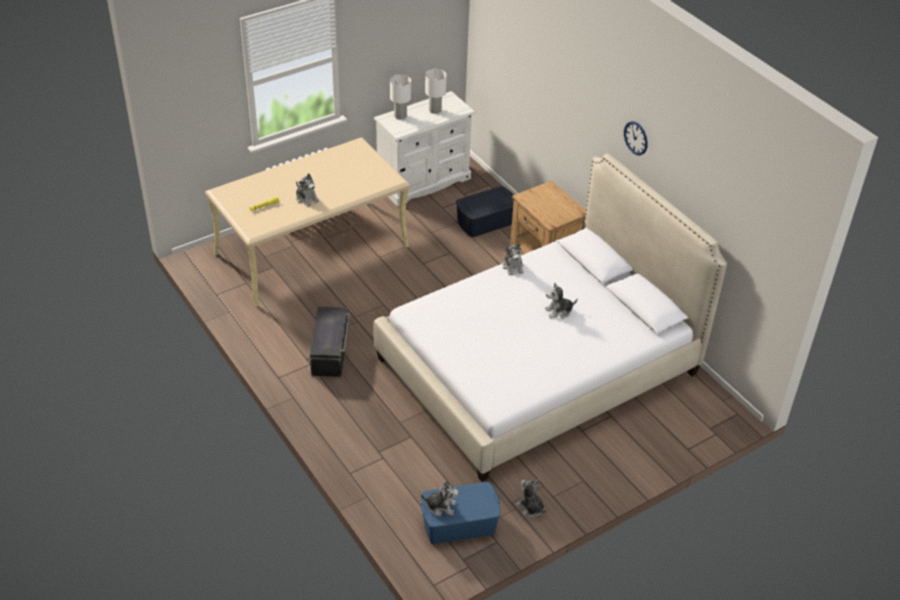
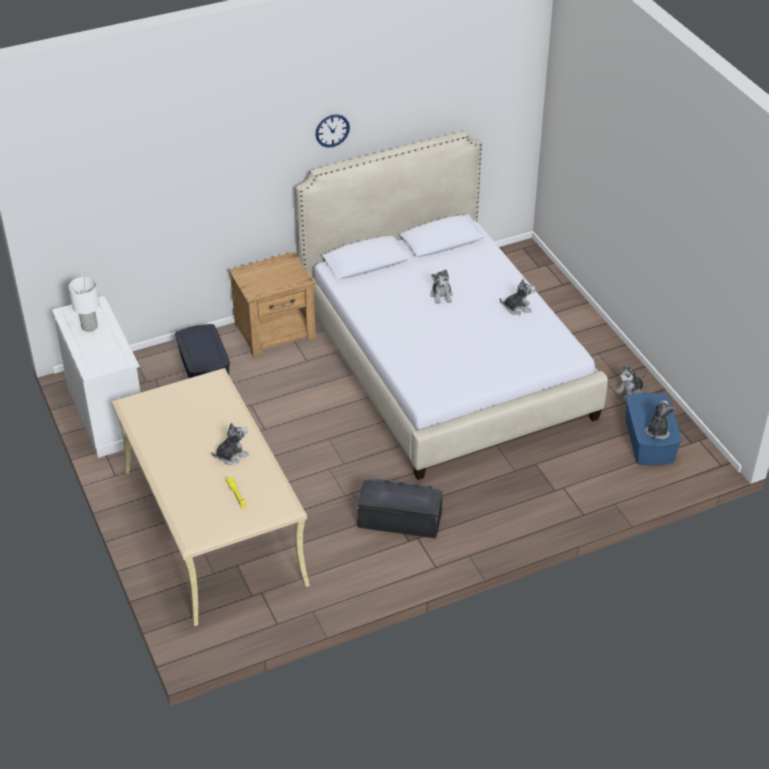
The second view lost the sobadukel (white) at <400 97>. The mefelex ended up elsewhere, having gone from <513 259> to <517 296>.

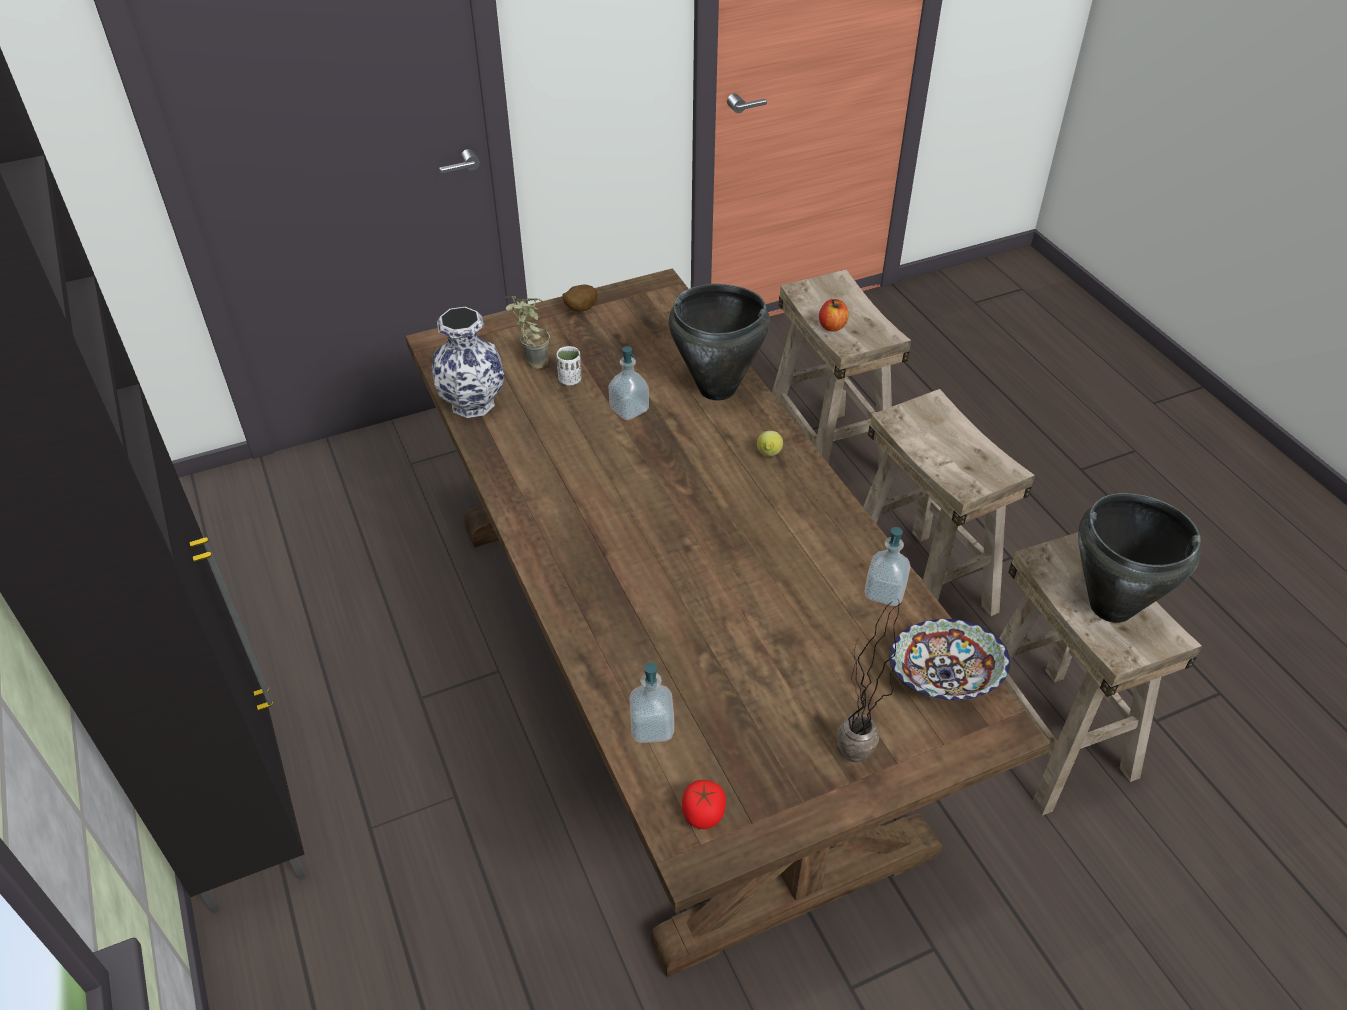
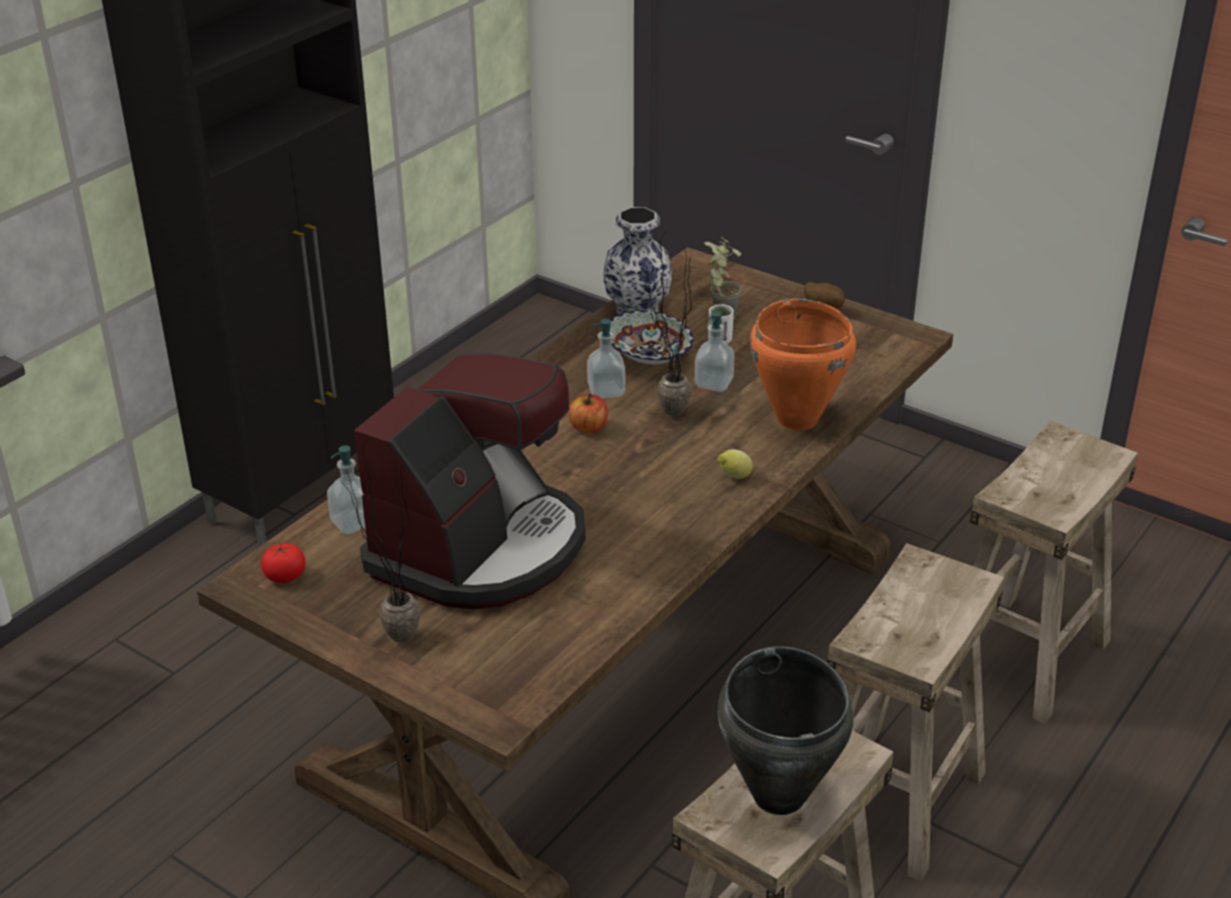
What was the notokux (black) at <719 342> turned into the notokux (orange) at <803 364>. The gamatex ended up elsewhere, having gone from <834 315> to <588 413>. The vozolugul ended up elsewhere, having gone from <888 566> to <606 359>. The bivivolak ended up elsewhere, having gone from <949 659> to <652 337>. The second view gained the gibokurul at <469 481>. The second view gained the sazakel at <666 323>.

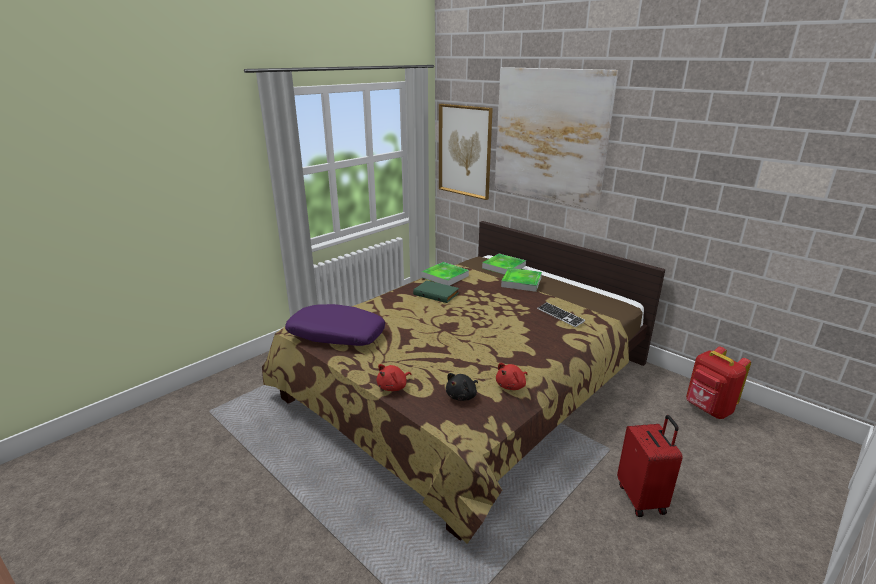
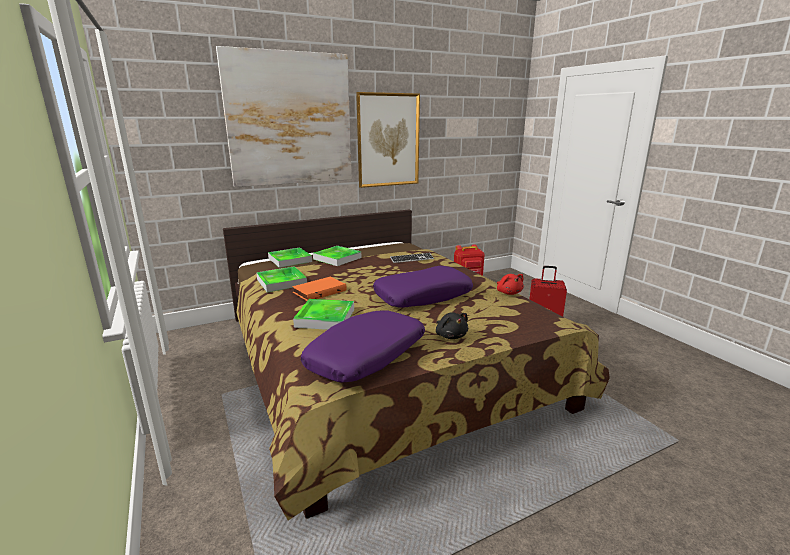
The second view lost the mefelex (red) at <394 377>. What was the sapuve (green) at <436 291> turned into the sapuve (orange) at <319 289>. The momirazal ended up elsewhere, having gone from <466 152> to <388 140>. The mefelex (black) ended up elsewhere, having gone from <462 387> to <452 325>. The second view gained the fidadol at <323 314>. The second view gained the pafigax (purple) at <423 287>.

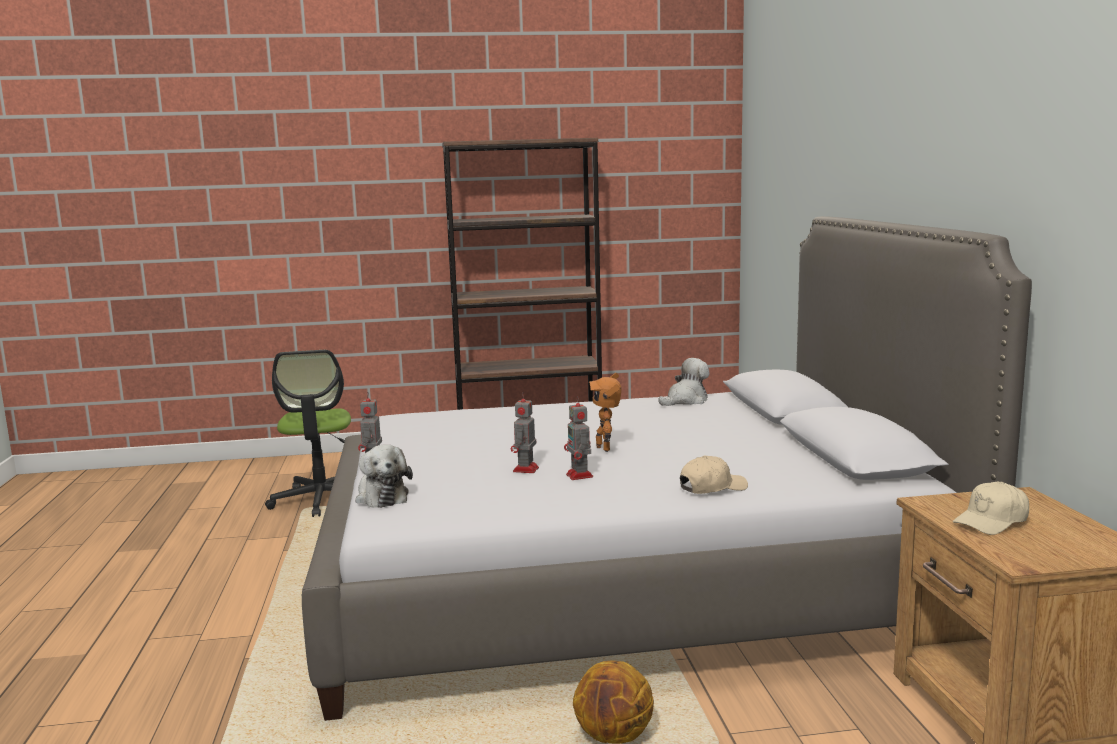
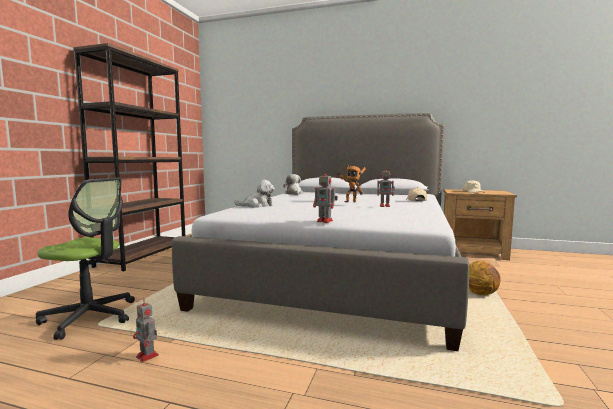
The mefelex ended up elsewhere, having gone from <384 476> to <254 193>. The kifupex ended up elsewhere, having gone from <525 432> to <146 330>.

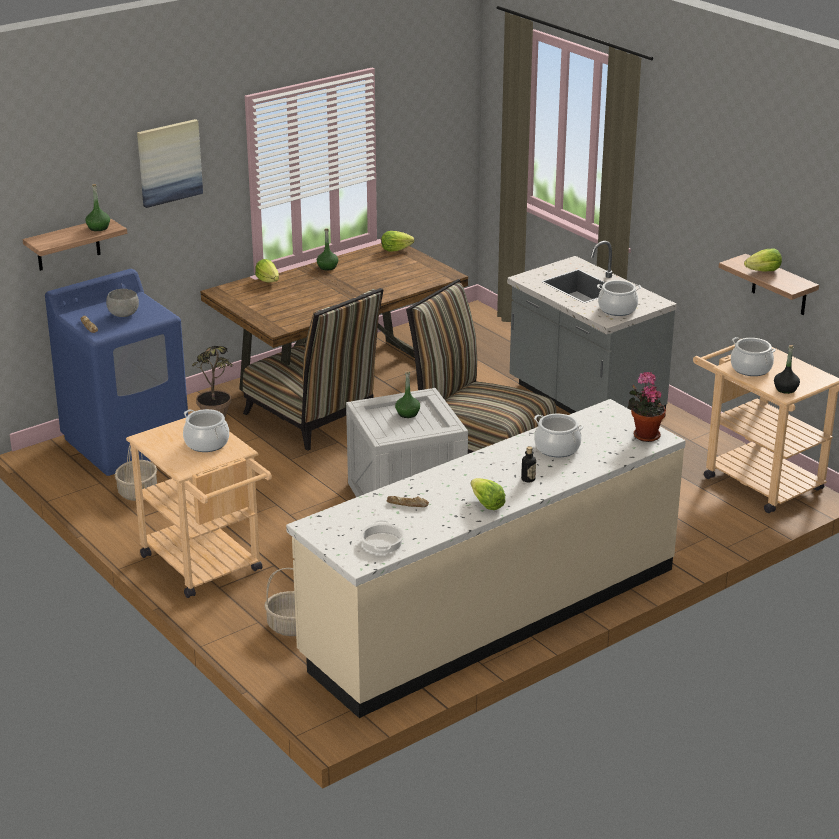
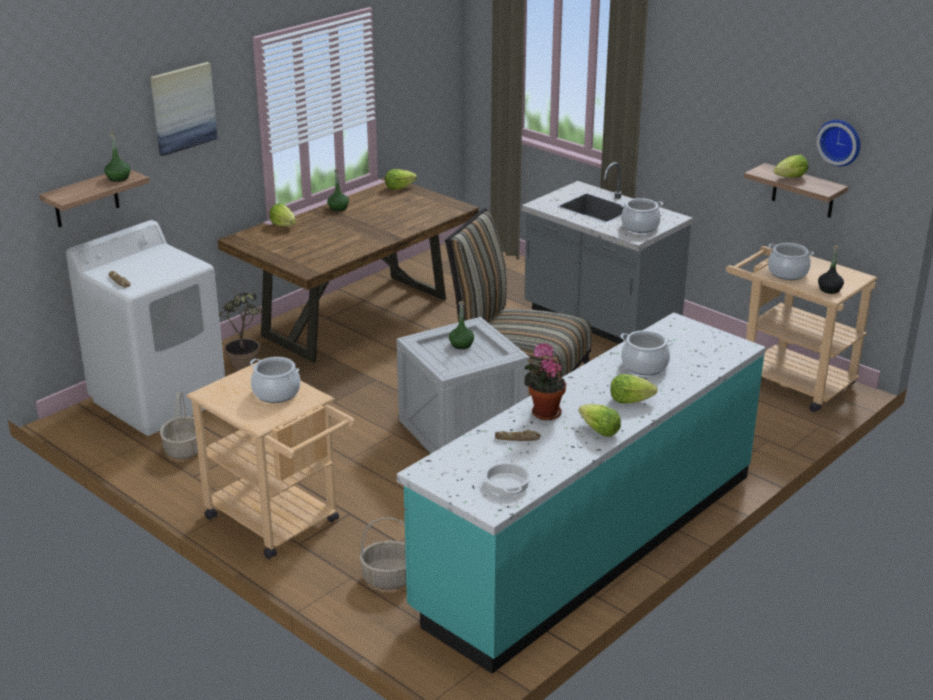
What was the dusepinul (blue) at <116 372> turned into the dusepinul (white) at <145 328>. The second view lost the bivivolak (grey) at <122 303>. The second view lost the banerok at <313 369>. What was the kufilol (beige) at <486 558> turned into the kufilol (turquoise) at <581 493>. Where the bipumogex stood at <528 464>, the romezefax came to stand at <634 389>. The sazakel ended up elsewhere, having gone from <647 407> to <545 381>. The second view gained the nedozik at <838 143>.

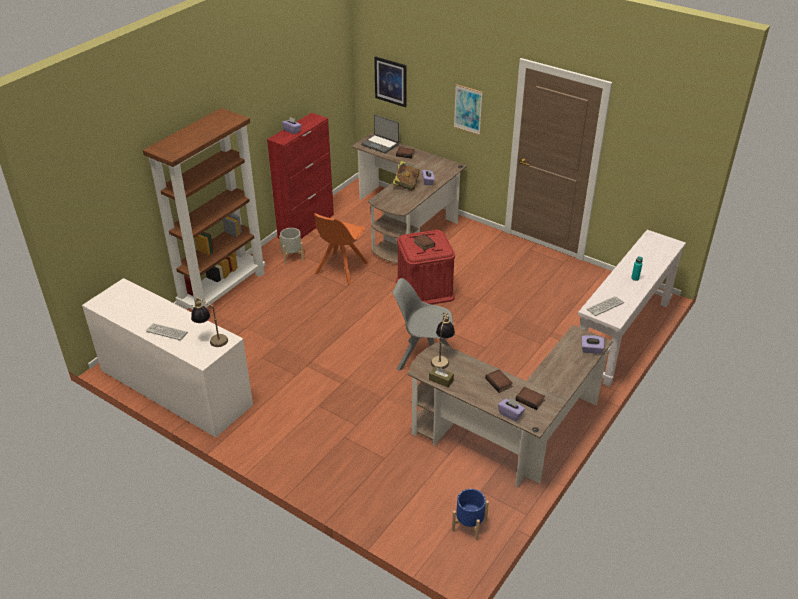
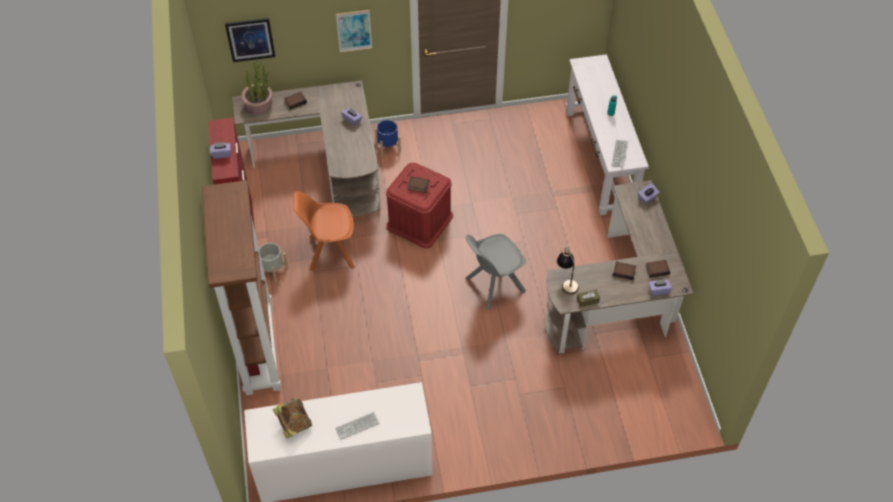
The second view lost the sobadukel at <209 322>. The banerok (orange) at <341 248> ended up facing another way, 105 degrees clockwise from before. Where the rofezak stood at <380 134>, the sazakel came to stand at <257 87>. The sapuve ended up elsewhere, having gone from <406 176> to <292 418>. The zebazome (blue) ended up elsewhere, having gone from <470 514> to <388 138>.

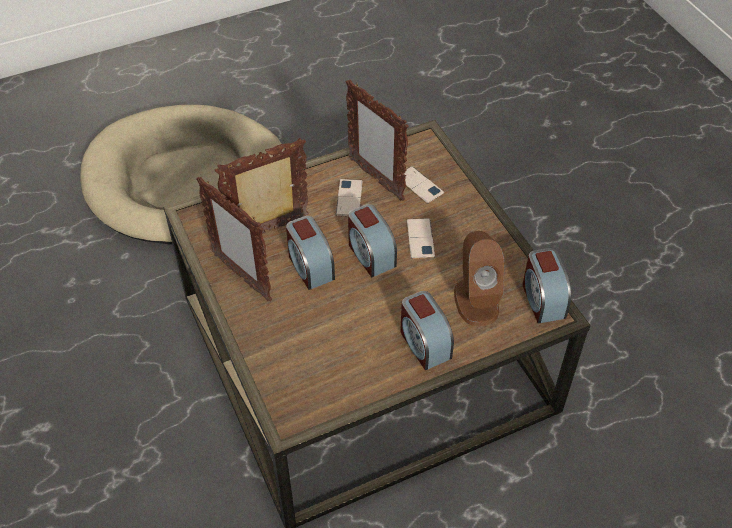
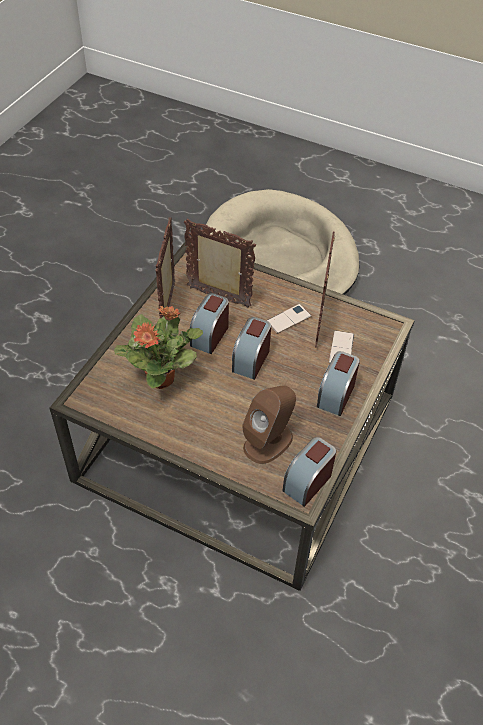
The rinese ended up elsewhere, having gone from <427 330> to <338 383>. The second view lost the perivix at <421 238>. The second view gained the sazakel at <158 347>.

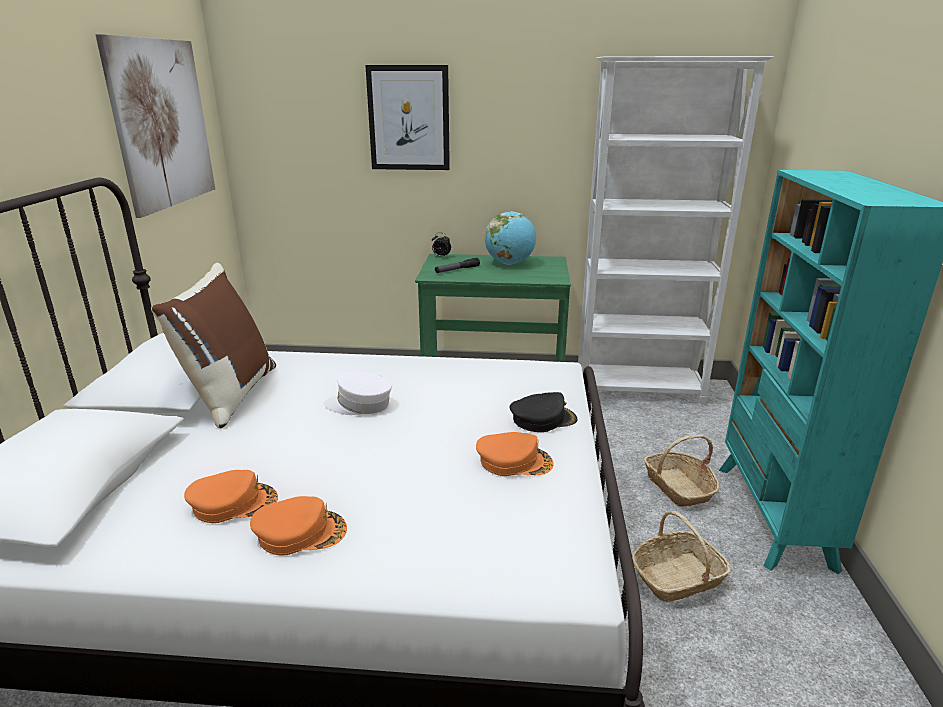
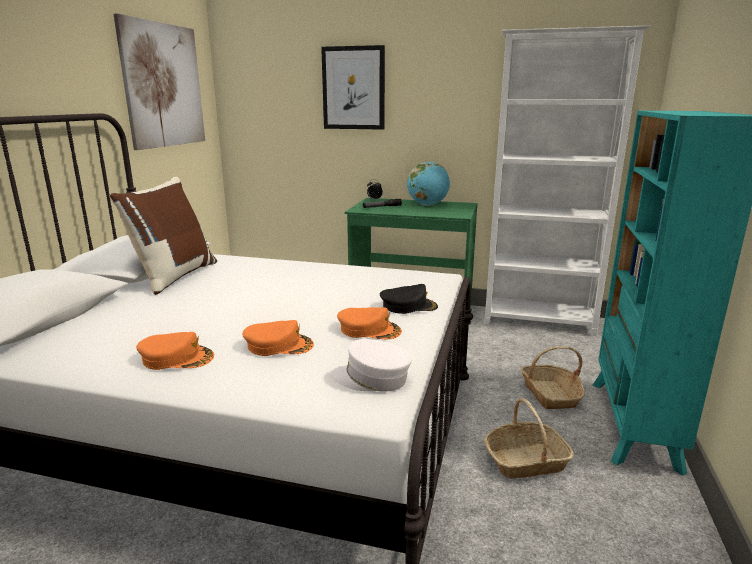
The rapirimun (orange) ended up elsewhere, having gone from <231 496> to <278 338>. The rapirimun (white) ended up elsewhere, having gone from <358 393> to <371 365>.

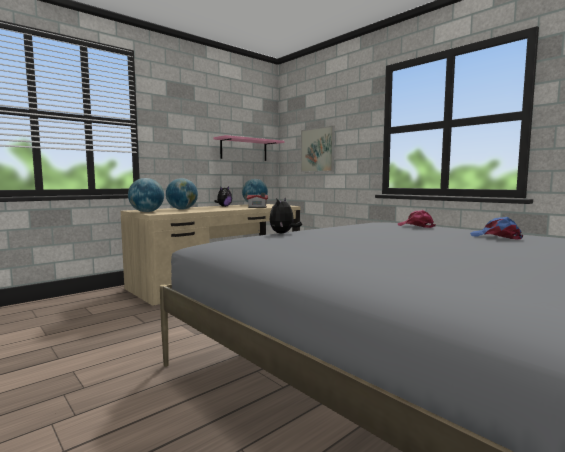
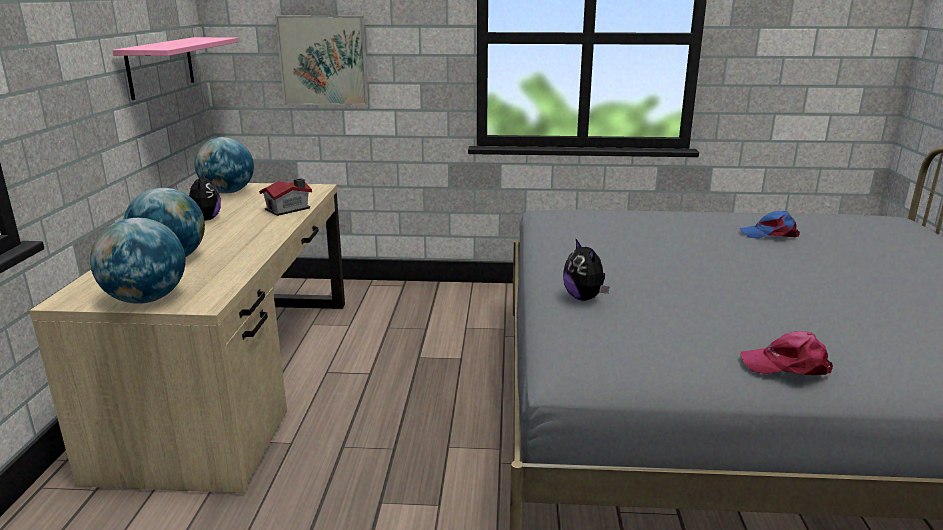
The rapirimun (pink) ended up elsewhere, having gone from <417 219> to <786 353>.

